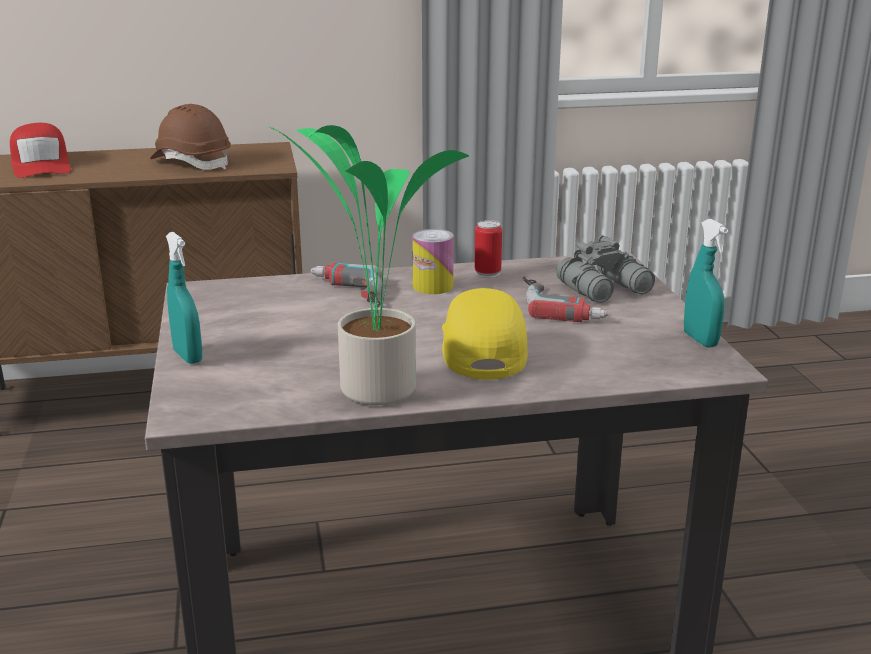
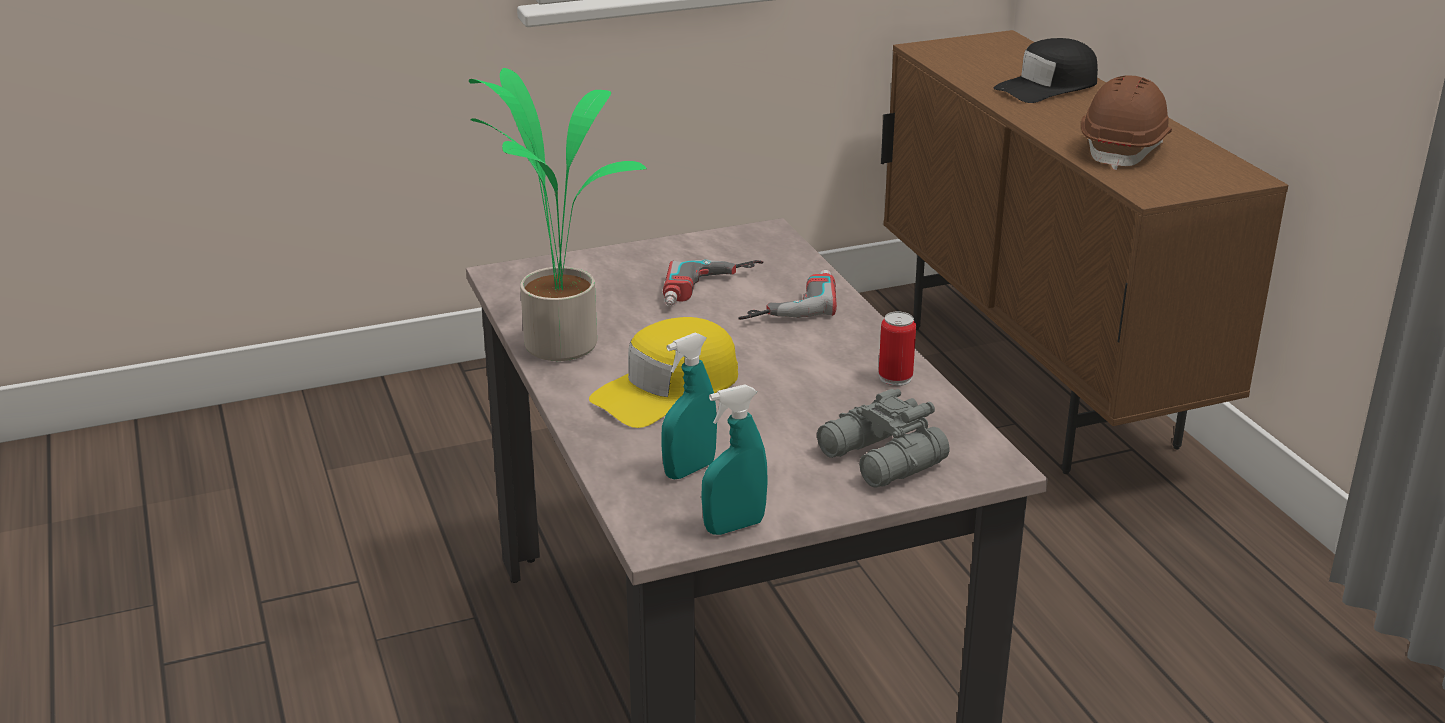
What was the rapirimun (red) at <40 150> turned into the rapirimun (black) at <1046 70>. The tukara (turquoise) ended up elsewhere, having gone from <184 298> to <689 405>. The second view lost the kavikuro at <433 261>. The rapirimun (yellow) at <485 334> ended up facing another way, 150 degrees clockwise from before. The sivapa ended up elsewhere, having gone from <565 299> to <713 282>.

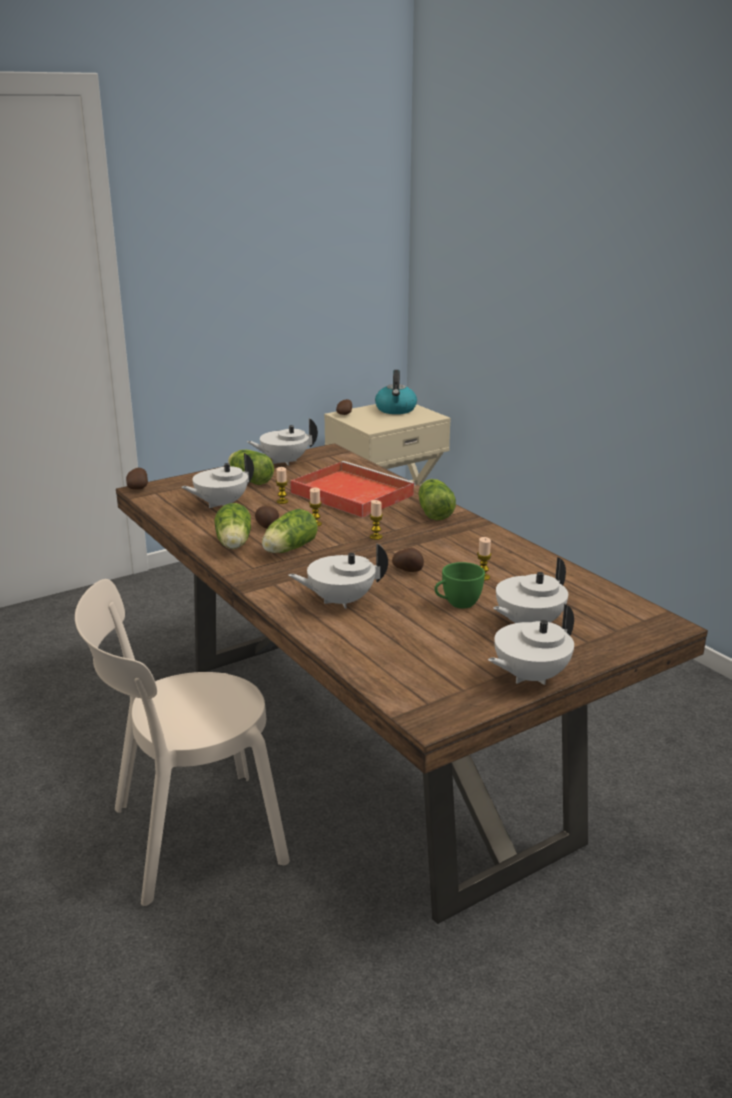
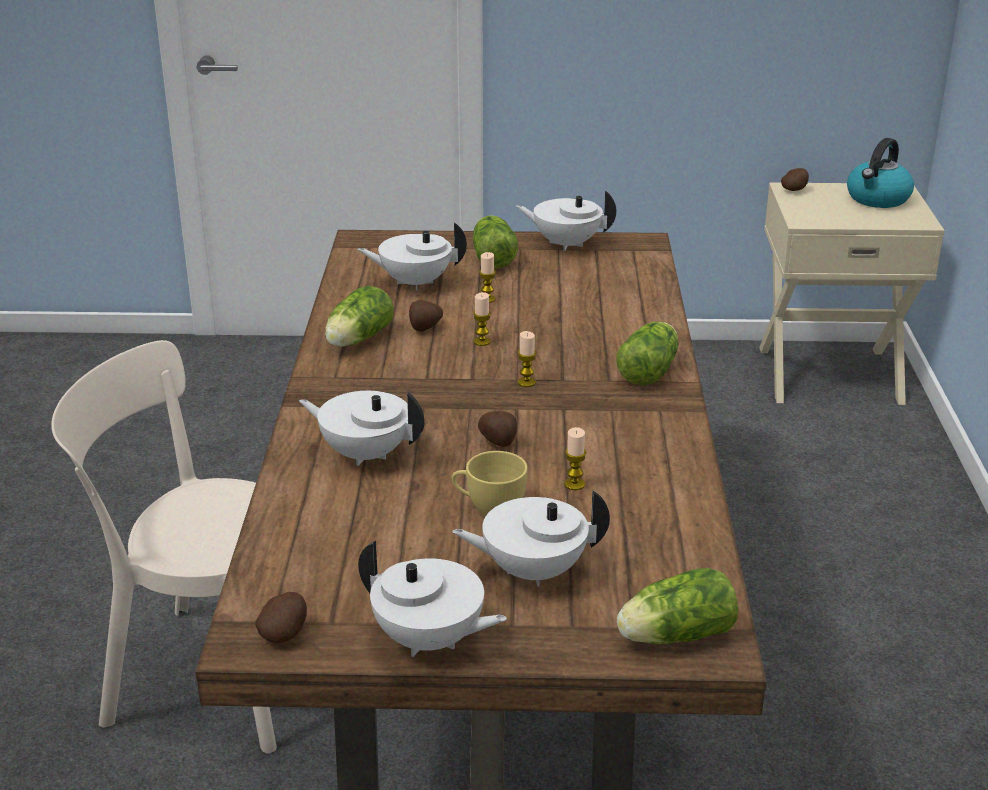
The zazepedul ended up elsewhere, having gone from <137 479> to <281 617>. The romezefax ended up elsewhere, having gone from <290 531> to <677 606>. The second view lost the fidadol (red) at <353 489>. What was the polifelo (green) at <460 585> turned into the polifelo (yellow) at <489 484>. The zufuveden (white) at <531 644> ended up facing another way, 150 degrees counterclockwise from before.

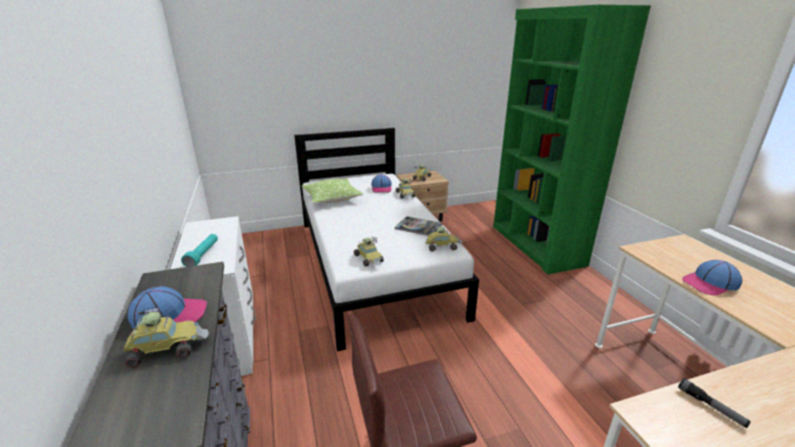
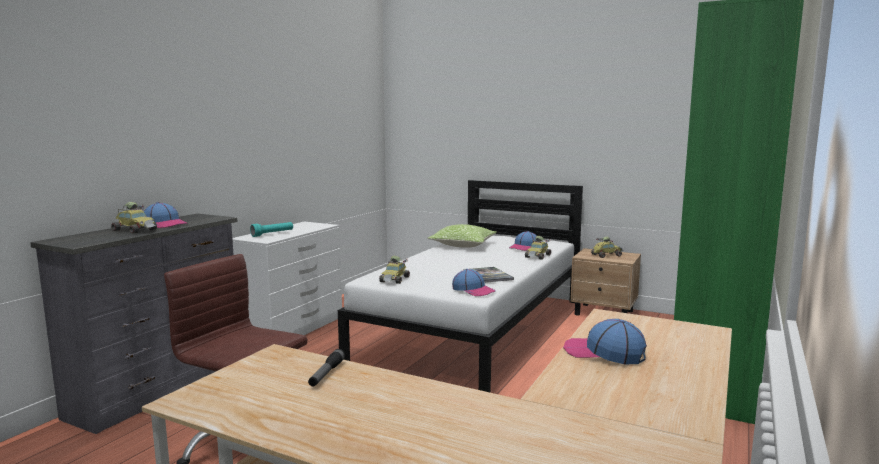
Where the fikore stood at <444 239>, the rapirimun came to stand at <474 282>.

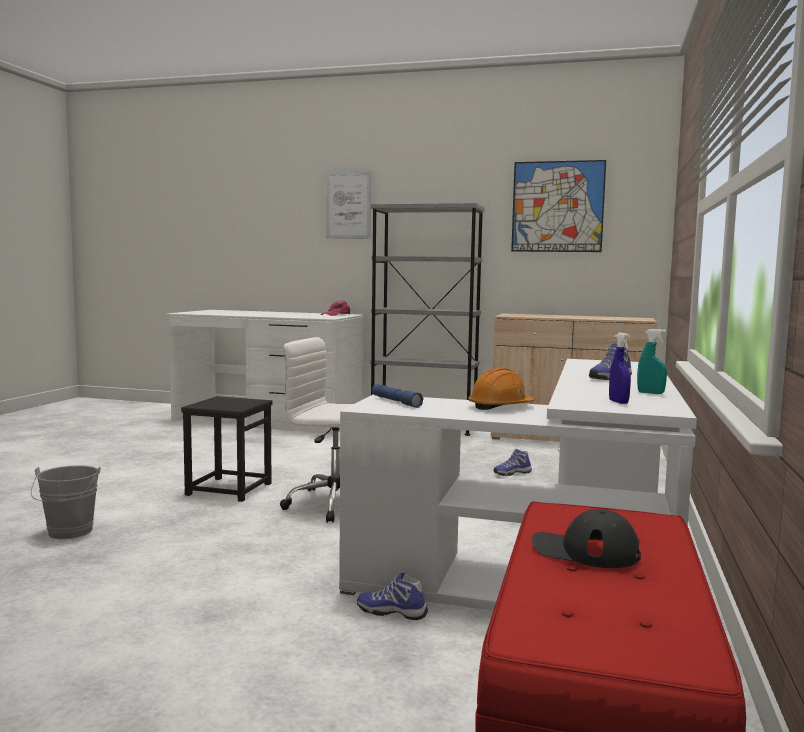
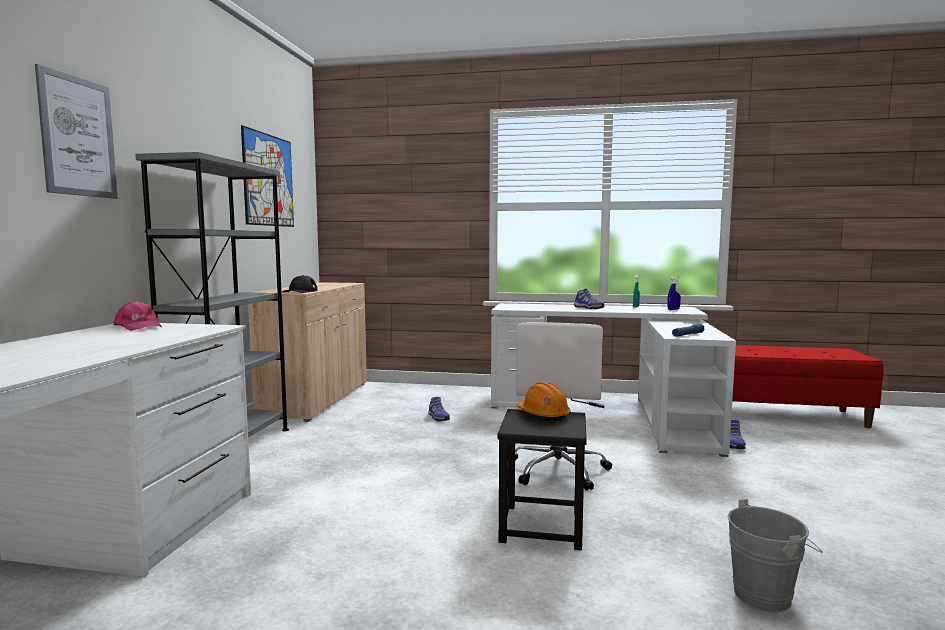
The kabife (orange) ended up elsewhere, having gone from <501 389> to <544 401>. The rapirimun (black) ended up elsewhere, having gone from <586 538> to <300 284>.

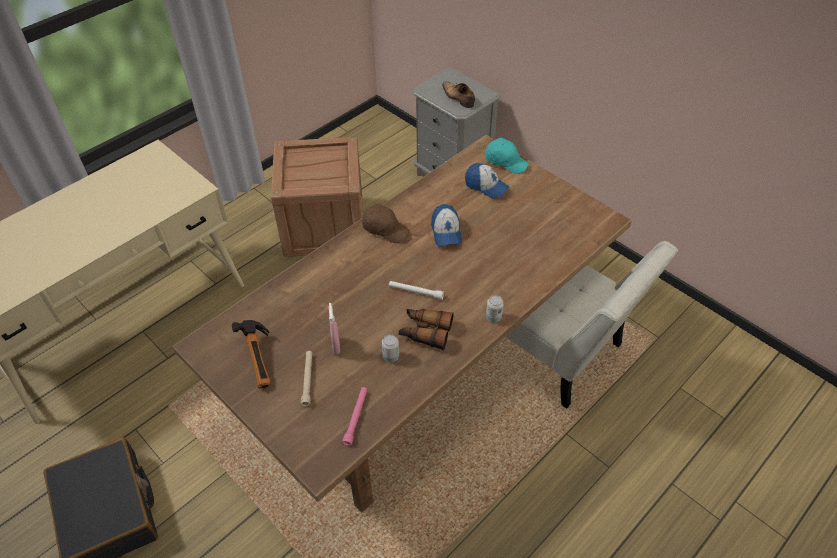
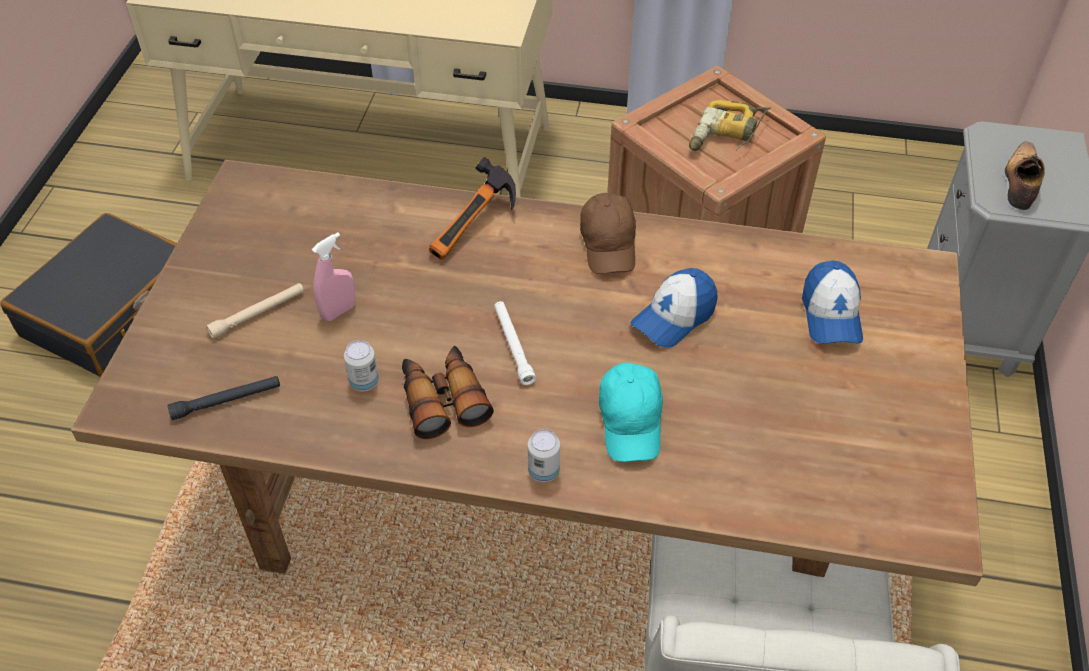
The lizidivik ended up elsewhere, having gone from <251 354> to <472 208>. What was the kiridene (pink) at <354 416> turned into the kiridene (black) at <224 398>. The rapirimun (turquoise) ended up elsewhere, having gone from <507 156> to <631 412>. The second view gained the sivapa at <730 125>.

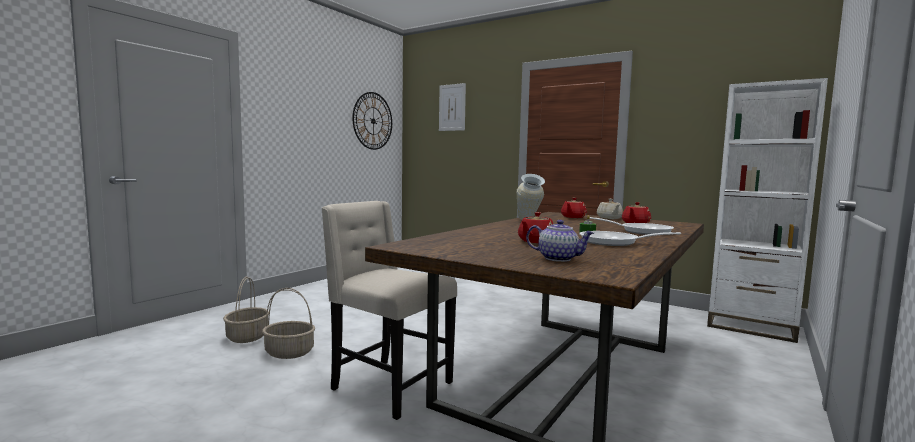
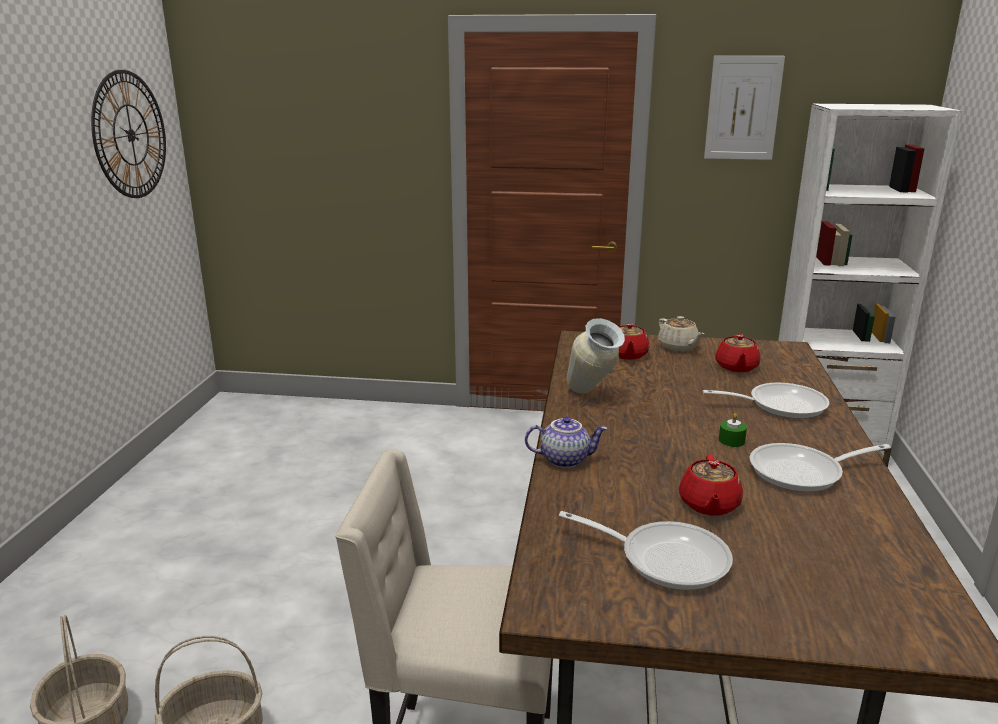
The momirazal ended up elsewhere, having gone from <452 107> to <744 108>. The zufuveden ended up elsewhere, having gone from <560 241> to <566 442>. The second view gained the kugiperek at <646 550>.

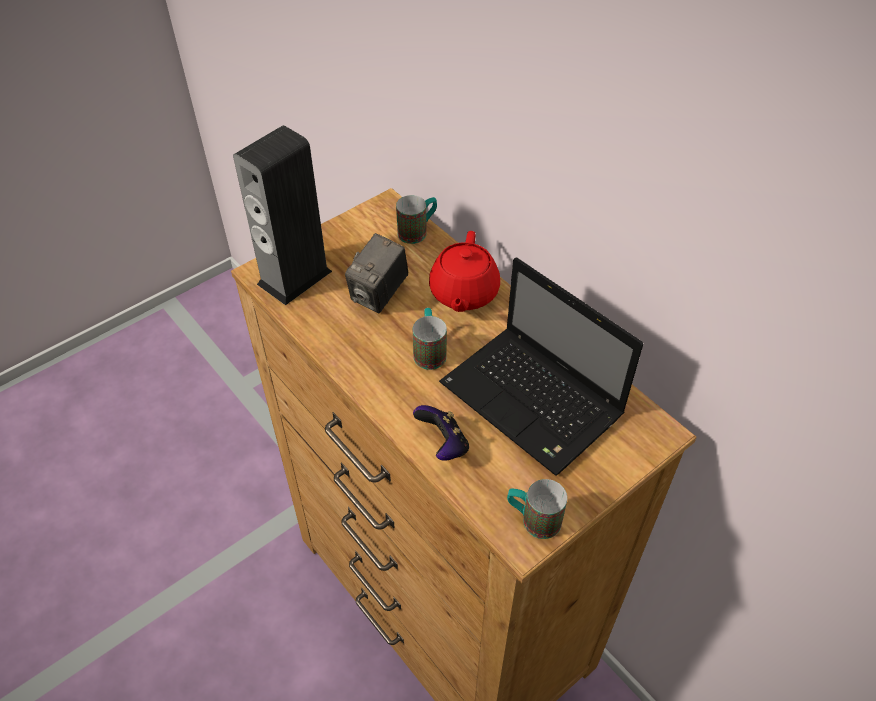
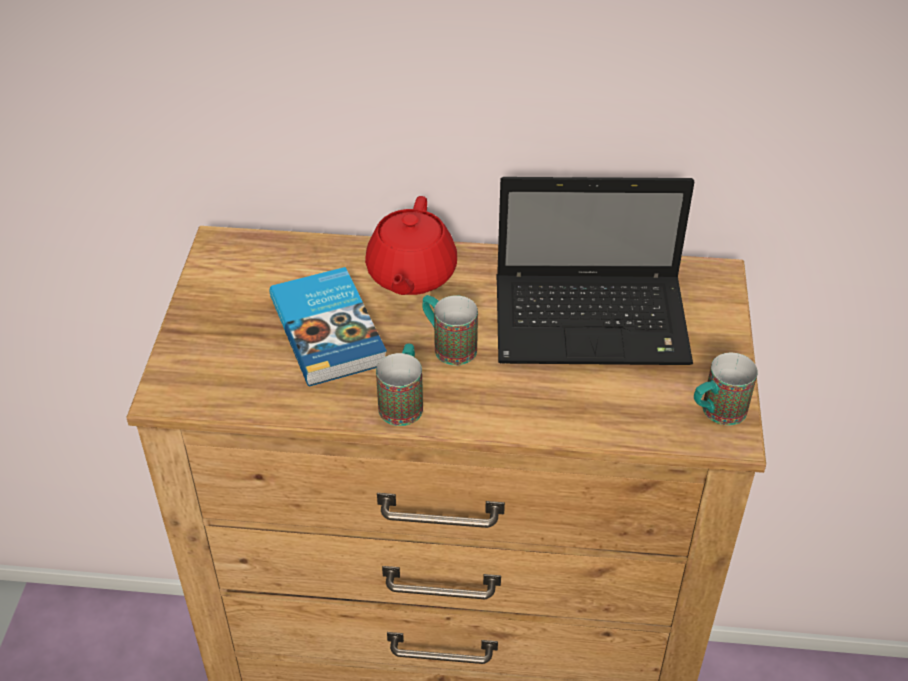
The second view lost the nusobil at <282 215>. Where the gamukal stood at <376 273>, the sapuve came to stand at <328 327>. The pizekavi ended up elsewhere, having gone from <416 219> to <399 384>. The second view lost the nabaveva at <441 433>. The zufuveden (red) at <464 271> ended up facing another way, 45 degrees clockwise from before.

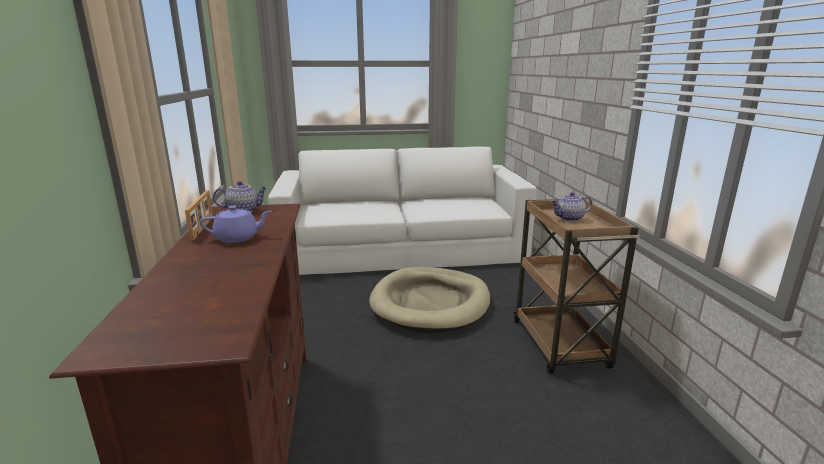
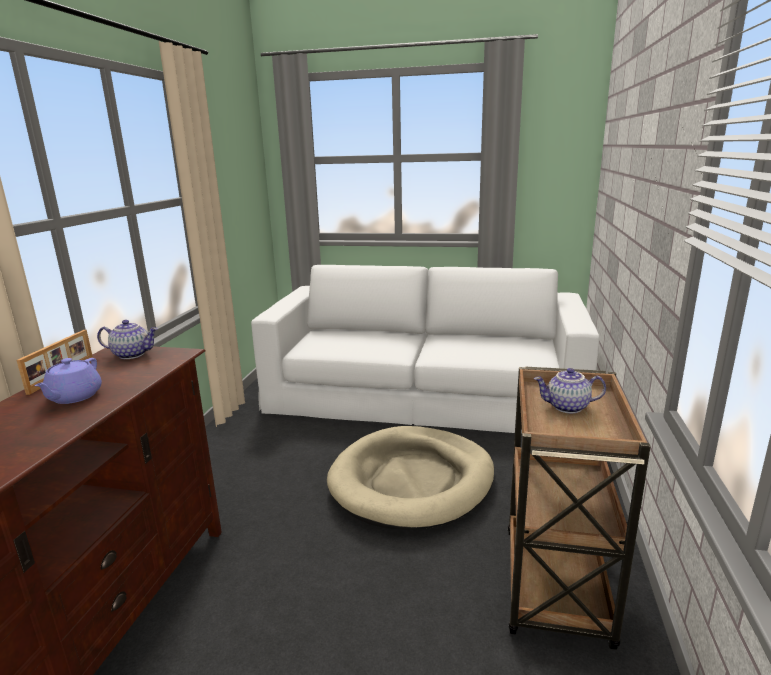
The zufuveden (purple) at <235 224> ended up facing another way, 90 degrees clockwise from before.

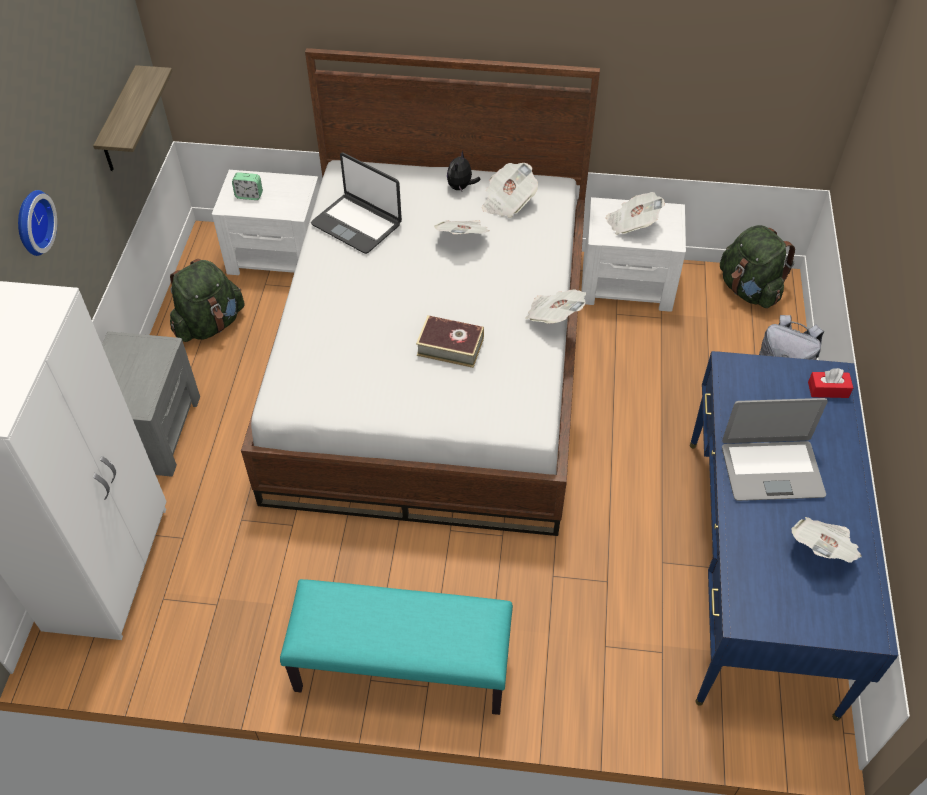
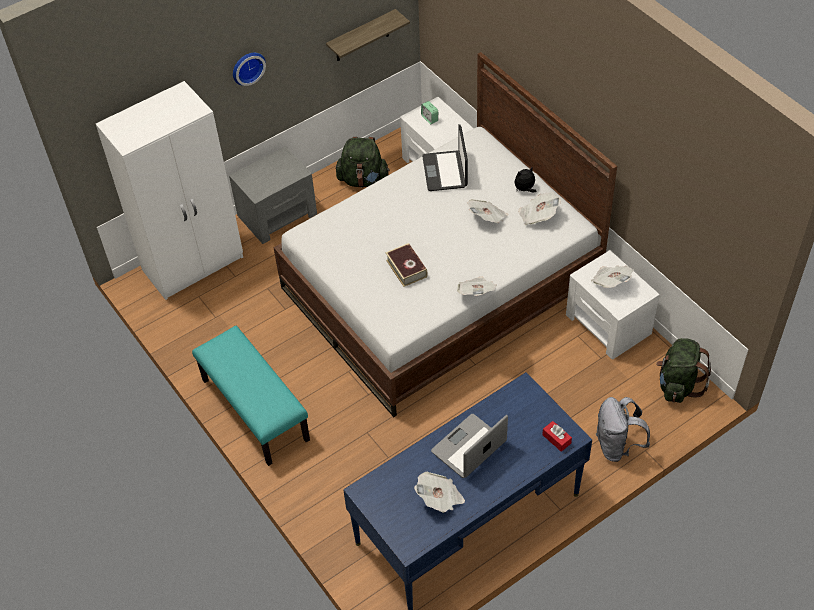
The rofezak at <775 449> ended up facing another way, 90 degrees clockwise from before.

